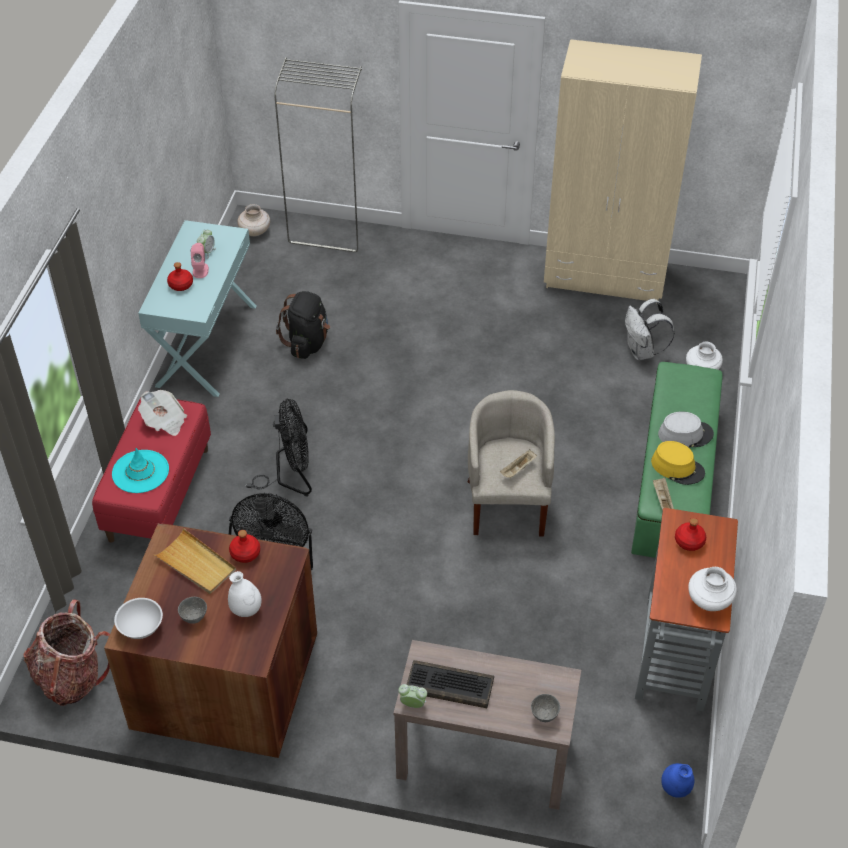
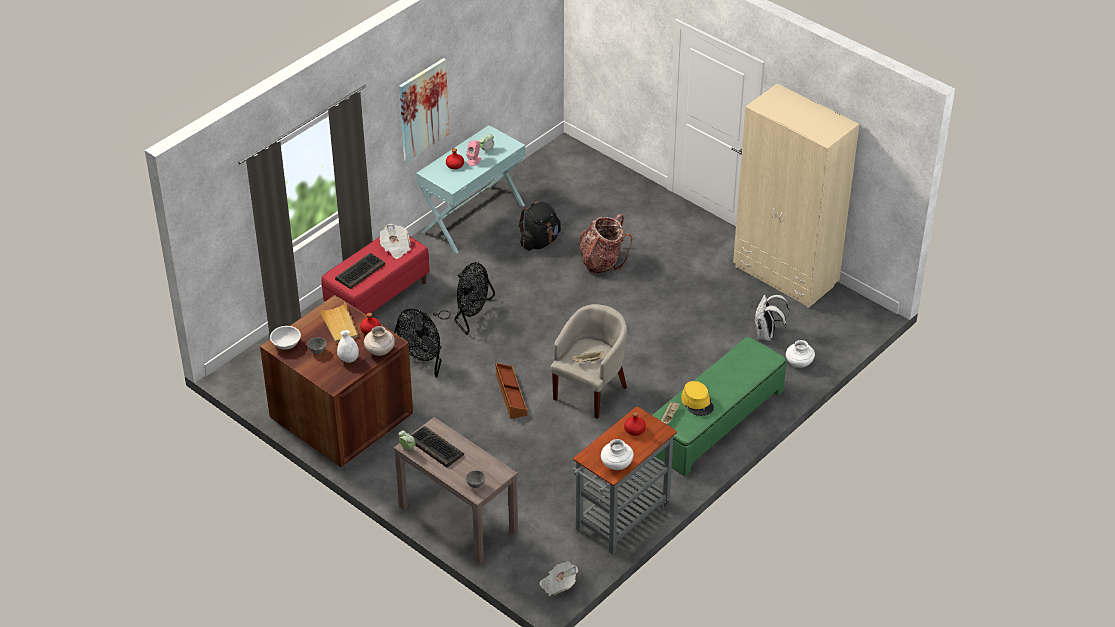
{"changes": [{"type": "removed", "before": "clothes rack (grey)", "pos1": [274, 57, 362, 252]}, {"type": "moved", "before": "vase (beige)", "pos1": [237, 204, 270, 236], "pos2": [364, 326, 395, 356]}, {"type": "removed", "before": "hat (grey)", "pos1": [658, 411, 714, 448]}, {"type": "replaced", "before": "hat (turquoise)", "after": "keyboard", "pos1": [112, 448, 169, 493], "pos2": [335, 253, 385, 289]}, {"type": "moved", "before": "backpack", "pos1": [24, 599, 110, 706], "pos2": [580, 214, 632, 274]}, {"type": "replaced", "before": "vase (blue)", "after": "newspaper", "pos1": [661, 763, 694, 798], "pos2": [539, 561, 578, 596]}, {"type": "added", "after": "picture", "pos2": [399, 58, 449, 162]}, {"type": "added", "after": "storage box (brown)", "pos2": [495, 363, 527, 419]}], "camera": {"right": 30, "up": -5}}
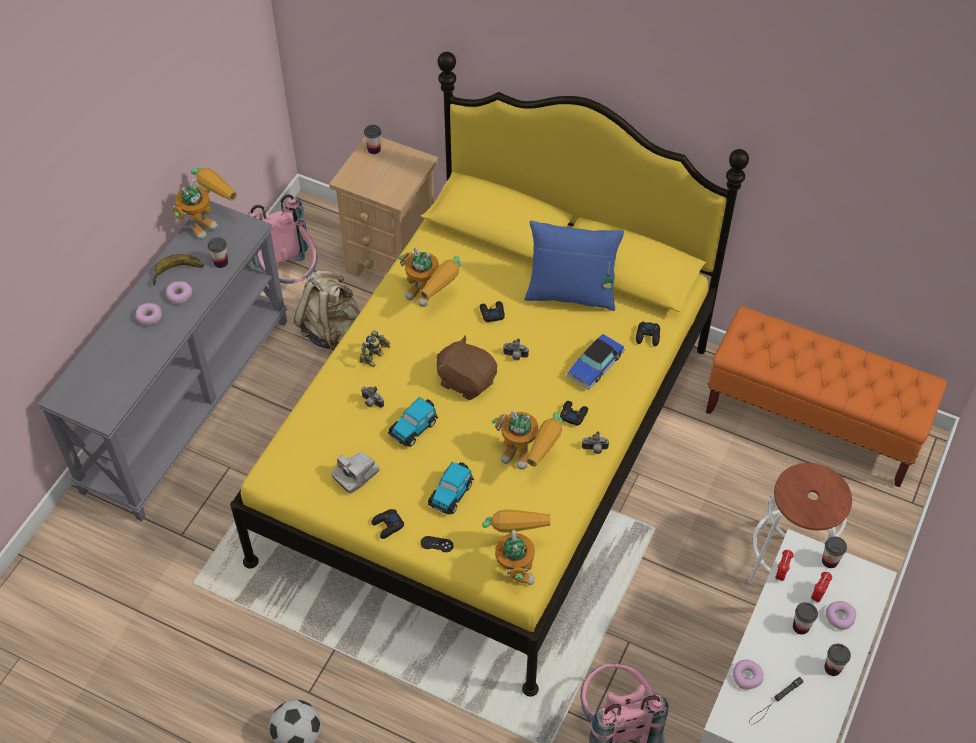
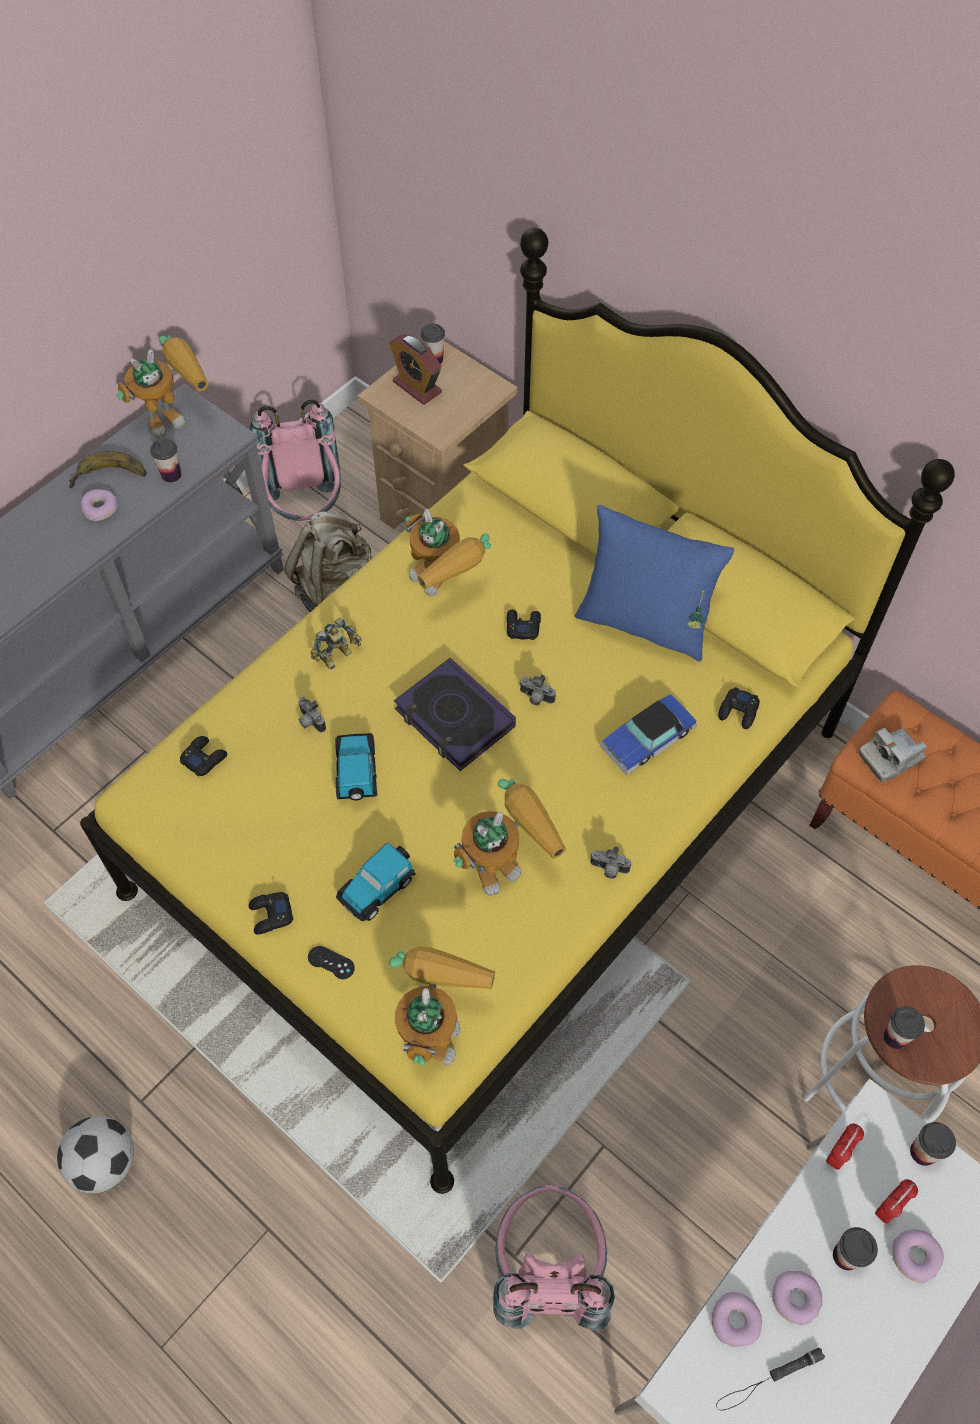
{"changes": [{"type": "moved", "before": "donut", "pos1": [136, 303, 162, 325], "pos2": [772, 1271, 822, 1325]}, {"type": "replaced", "before": "plush toy (brown)", "after": "book", "pos1": [437, 336, 497, 400], "pos2": [394, 658, 516, 771]}, {"type": "turned", "before": "toy car", "pos1": [388, 397, 438, 447], "pos2": [335, 733, 377, 801], "turn": 120}, {"type": "moved", "before": "game controller (black)", "pos1": [560, 401, 588, 426], "pos2": [180, 736, 227, 777]}, {"type": "turned", "before": "toy robot", "pos1": [492, 410, 563, 470], "pos2": [454, 779, 566, 896], "turn": -75}, {"type": "moved", "before": "photo camera", "pos1": [331, 452, 380, 494], "pos2": [859, 728, 927, 782]}, {"type": "moved", "before": "cup", "pos1": [824, 644, 851, 676], "pos2": [883, 1006, 925, 1049]}, {"type": "added", "after": "alarm clock", "pos2": [389, 334, 442, 405]}], "camera": {"right": 15, "up": 5}}
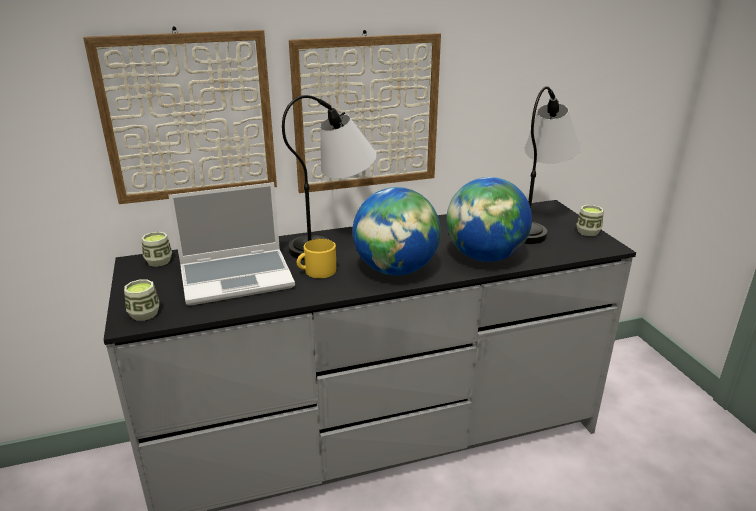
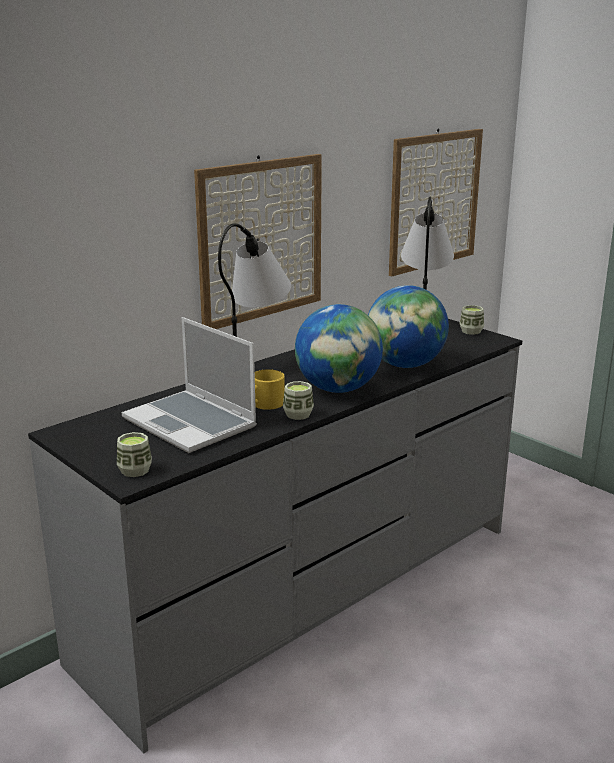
{"changes": [{"type": "moved", "before": "picture", "pos1": [83, 26, 277, 204], "pos2": [389, 129, 483, 277]}, {"type": "turned", "before": "laptop", "pos1": [169, 182, 295, 306], "pos2": [122, 317, 257, 453], "turn": 90}, {"type": "moved", "before": "cup", "pos1": [142, 232, 172, 267], "pos2": [283, 381, 314, 420]}], "camera": {"right": -25, "up": -5}}
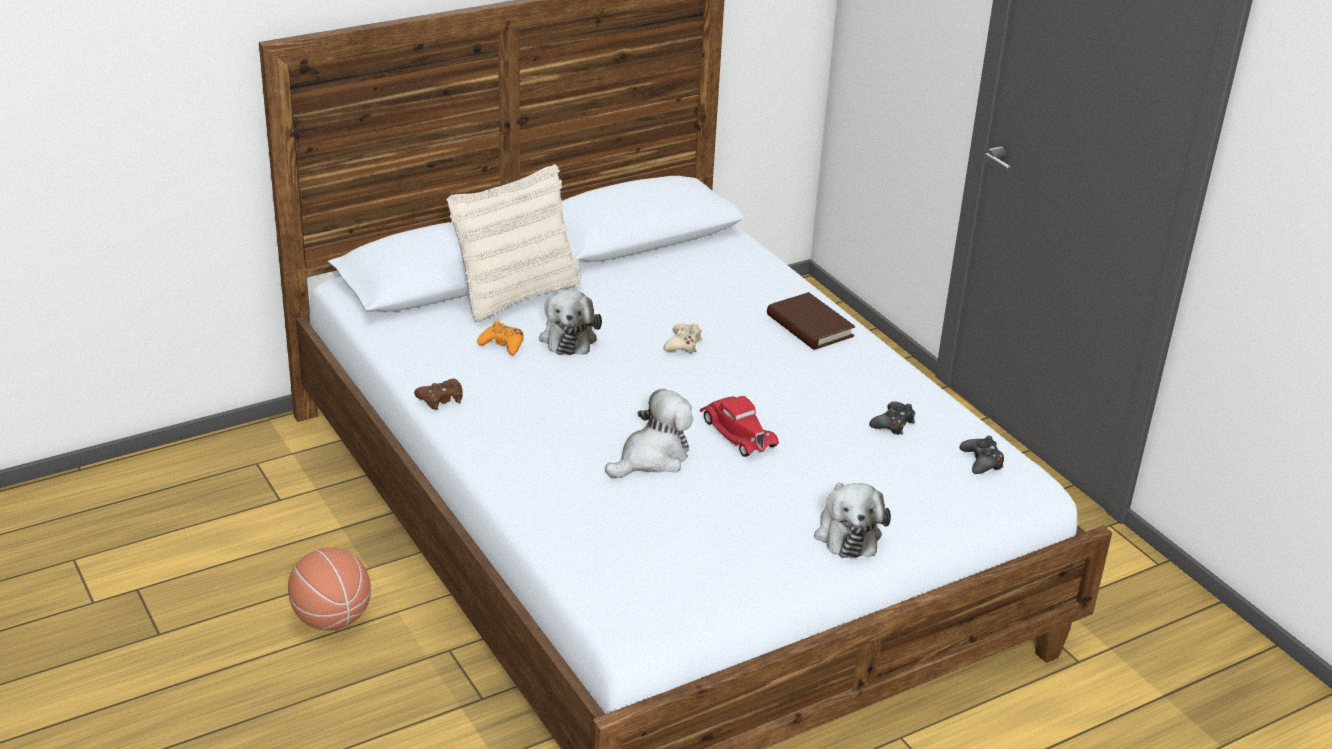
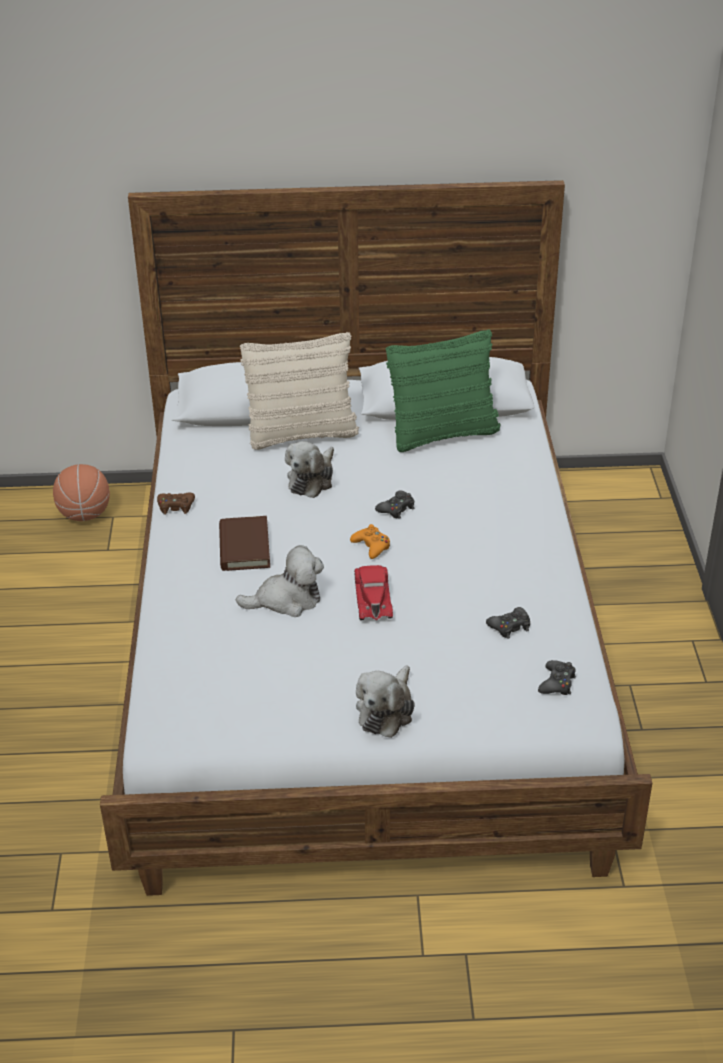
{"changes": [{"type": "moved", "before": "book (brown)", "pos1": [767, 292, 855, 350], "pos2": [219, 516, 270, 571]}, {"type": "moved", "before": "game controller (orange)", "pos1": [477, 321, 524, 355], "pos2": [350, 524, 390, 559]}, {"type": "recoloured", "before": "game controller (beige)", "after": "game controller (black)", "pos1": [664, 323, 702, 353], "pos2": [375, 490, 414, 519]}, {"type": "moved", "before": "basketball", "pos1": [288, 547, 371, 630], "pos2": [53, 464, 110, 521]}, {"type": "added", "after": "pillow (green)", "pos2": [385, 329, 501, 452]}], "camera": {"right": 30, "up": 5}}
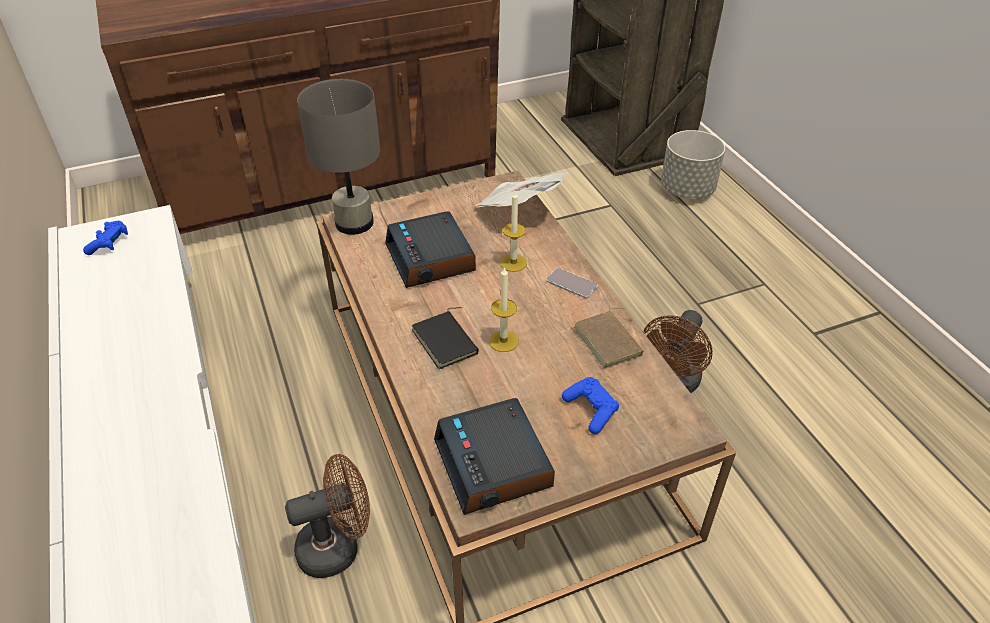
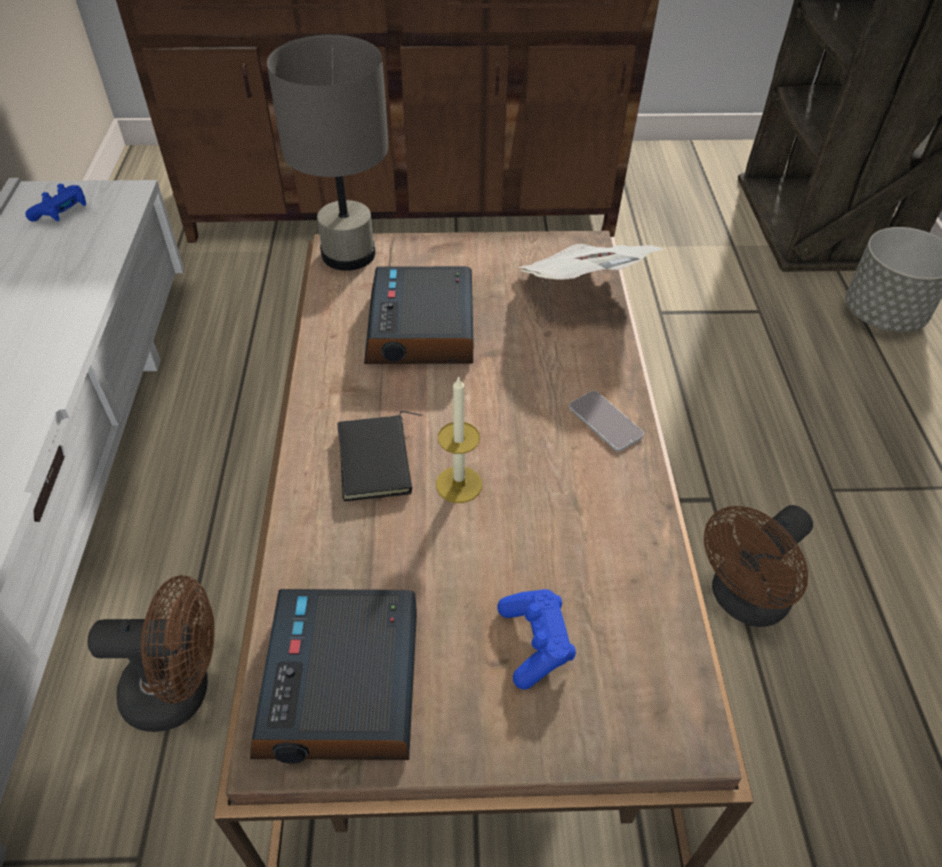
{"changes": [{"type": "removed", "before": "candle", "pos1": [500, 191, 527, 272]}, {"type": "removed", "before": "book (brown)", "pos1": [574, 308, 644, 368]}], "camera": {"right": 20, "up": 5}}
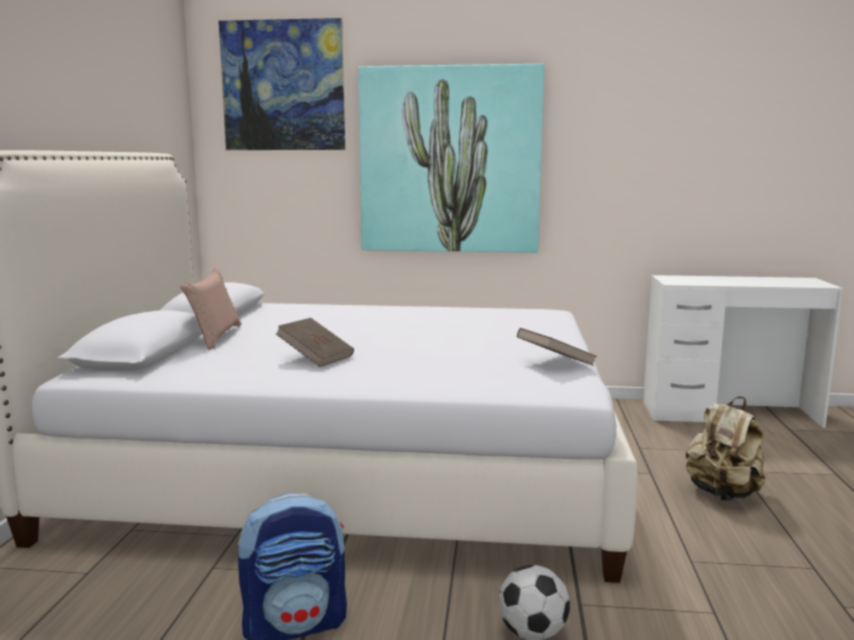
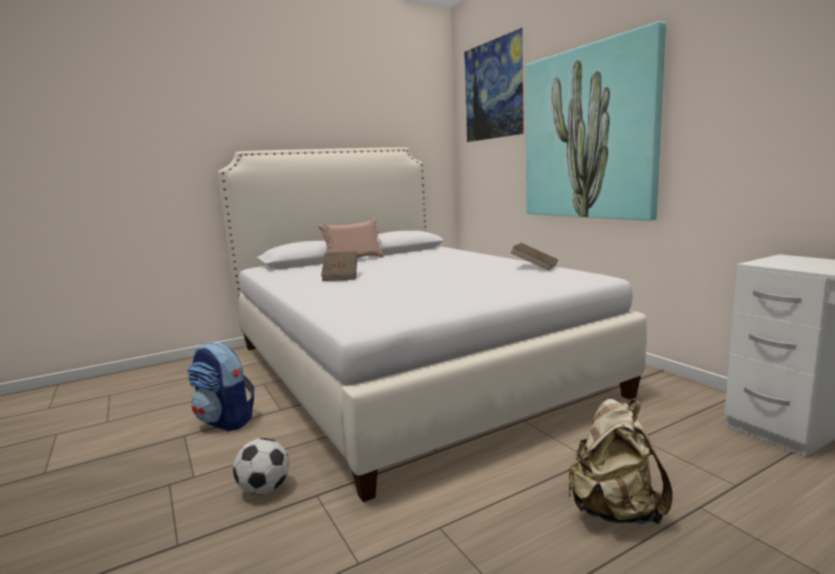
{"changes": [{"type": "moved", "before": "book (brown)", "pos1": [517, 328, 597, 366], "pos2": [510, 243, 558, 271]}], "camera": {"right": 55, "up": 0}}
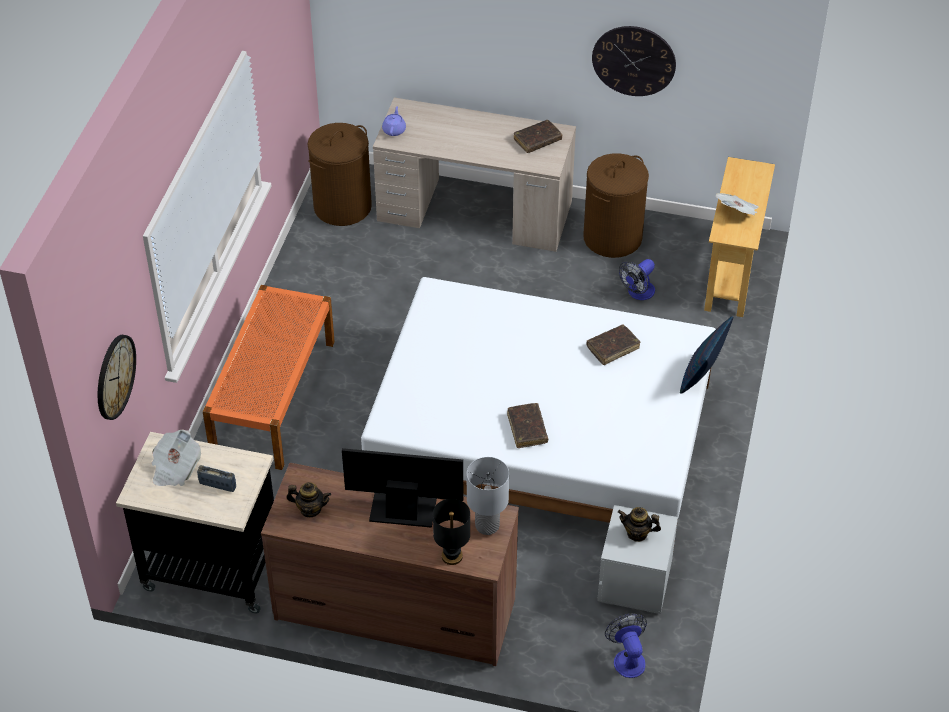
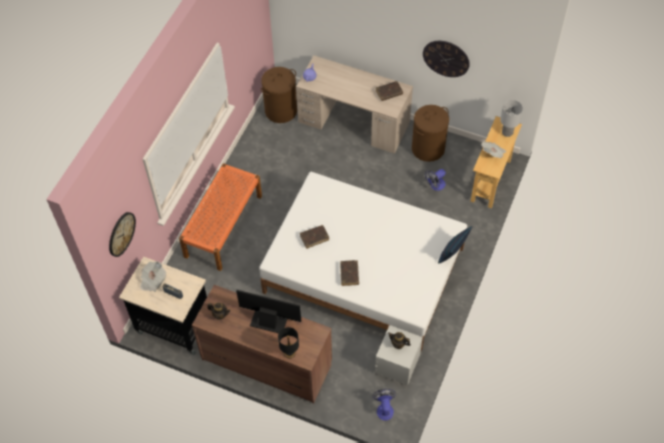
{"changes": [{"type": "moved", "before": "book (brown)", "pos1": [587, 325, 640, 365], "pos2": [300, 225, 329, 249]}, {"type": "moved", "before": "table lamp (grey)", "pos1": [467, 457, 509, 535], "pos2": [500, 100, 523, 137]}], "camera": {"right": 10, "up": 10}}
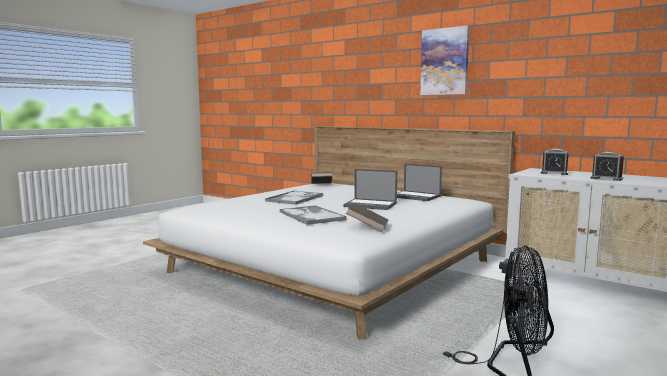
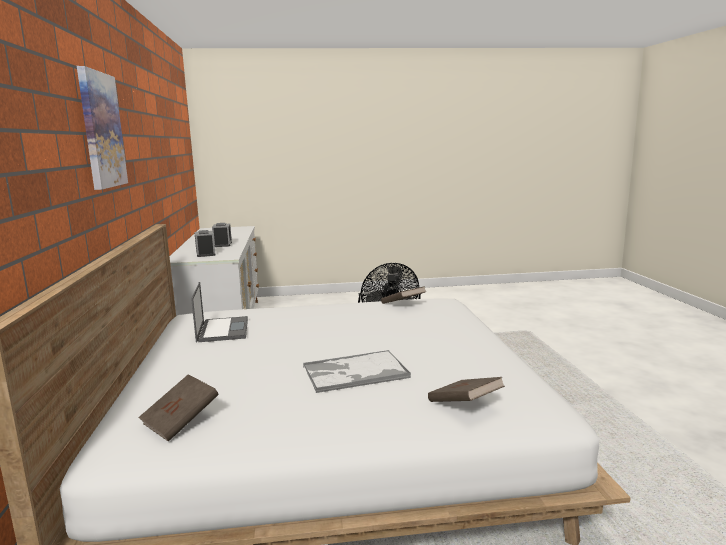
{"changes": [{"type": "removed", "before": "laptop", "pos1": [343, 169, 397, 210]}, {"type": "removed", "before": "tray", "pos1": [279, 205, 347, 225]}, {"type": "added", "after": "book (brown)", "pos2": [428, 377, 505, 402]}], "camera": {"right": -135, "up": 5}}
